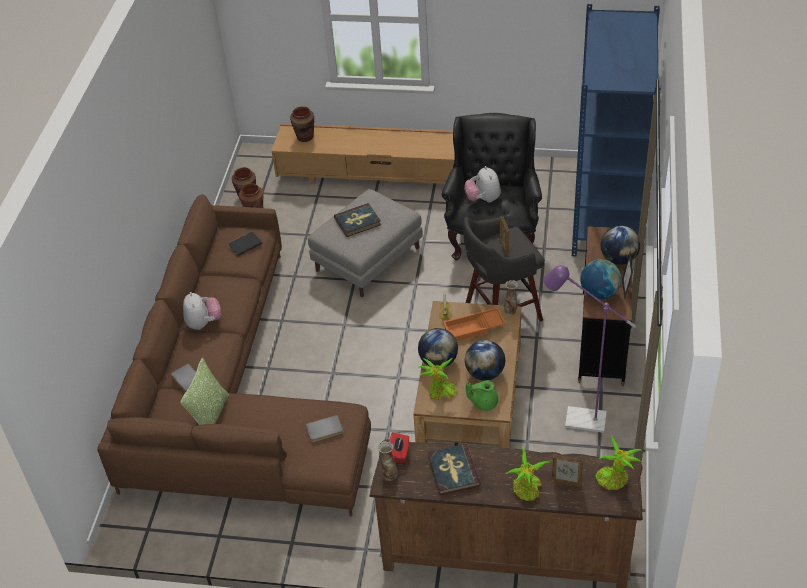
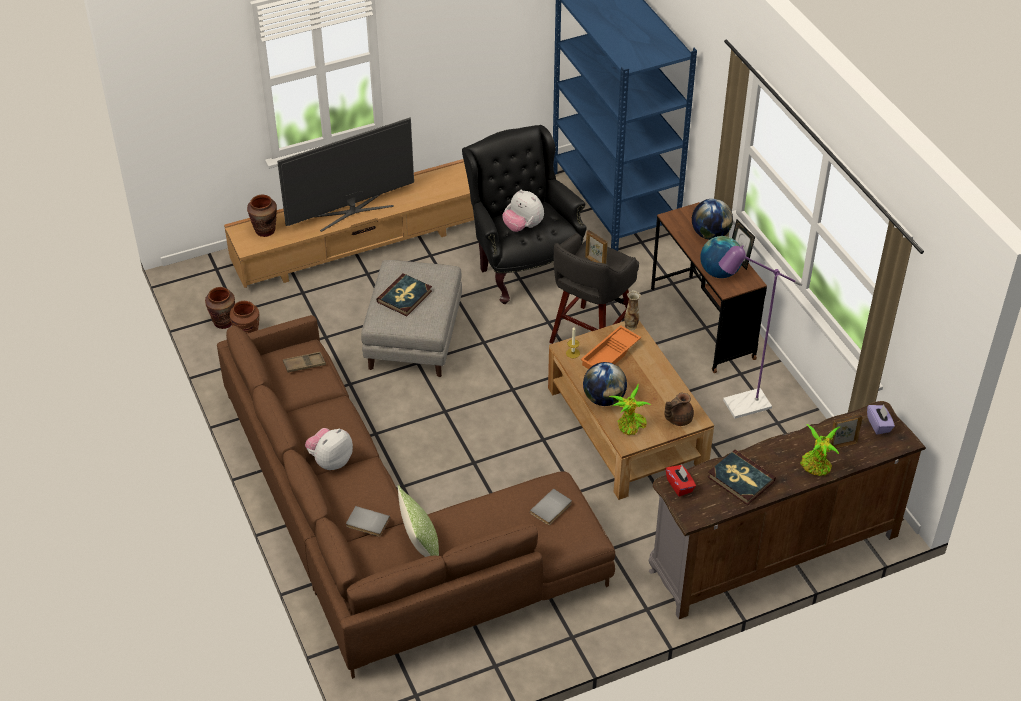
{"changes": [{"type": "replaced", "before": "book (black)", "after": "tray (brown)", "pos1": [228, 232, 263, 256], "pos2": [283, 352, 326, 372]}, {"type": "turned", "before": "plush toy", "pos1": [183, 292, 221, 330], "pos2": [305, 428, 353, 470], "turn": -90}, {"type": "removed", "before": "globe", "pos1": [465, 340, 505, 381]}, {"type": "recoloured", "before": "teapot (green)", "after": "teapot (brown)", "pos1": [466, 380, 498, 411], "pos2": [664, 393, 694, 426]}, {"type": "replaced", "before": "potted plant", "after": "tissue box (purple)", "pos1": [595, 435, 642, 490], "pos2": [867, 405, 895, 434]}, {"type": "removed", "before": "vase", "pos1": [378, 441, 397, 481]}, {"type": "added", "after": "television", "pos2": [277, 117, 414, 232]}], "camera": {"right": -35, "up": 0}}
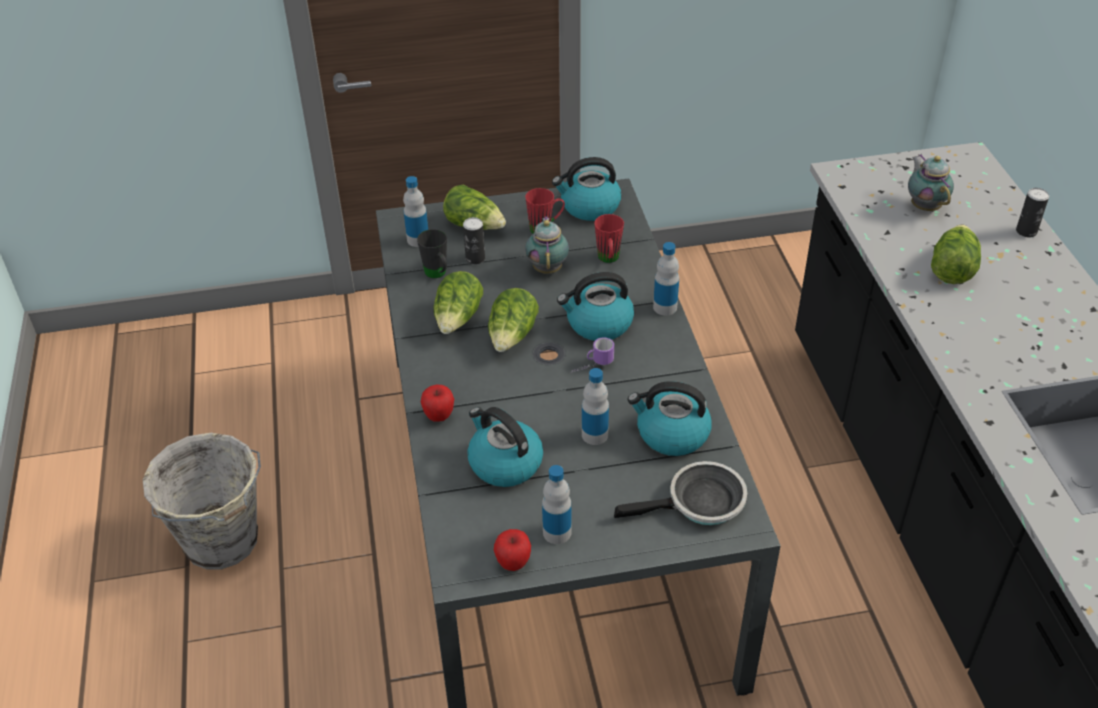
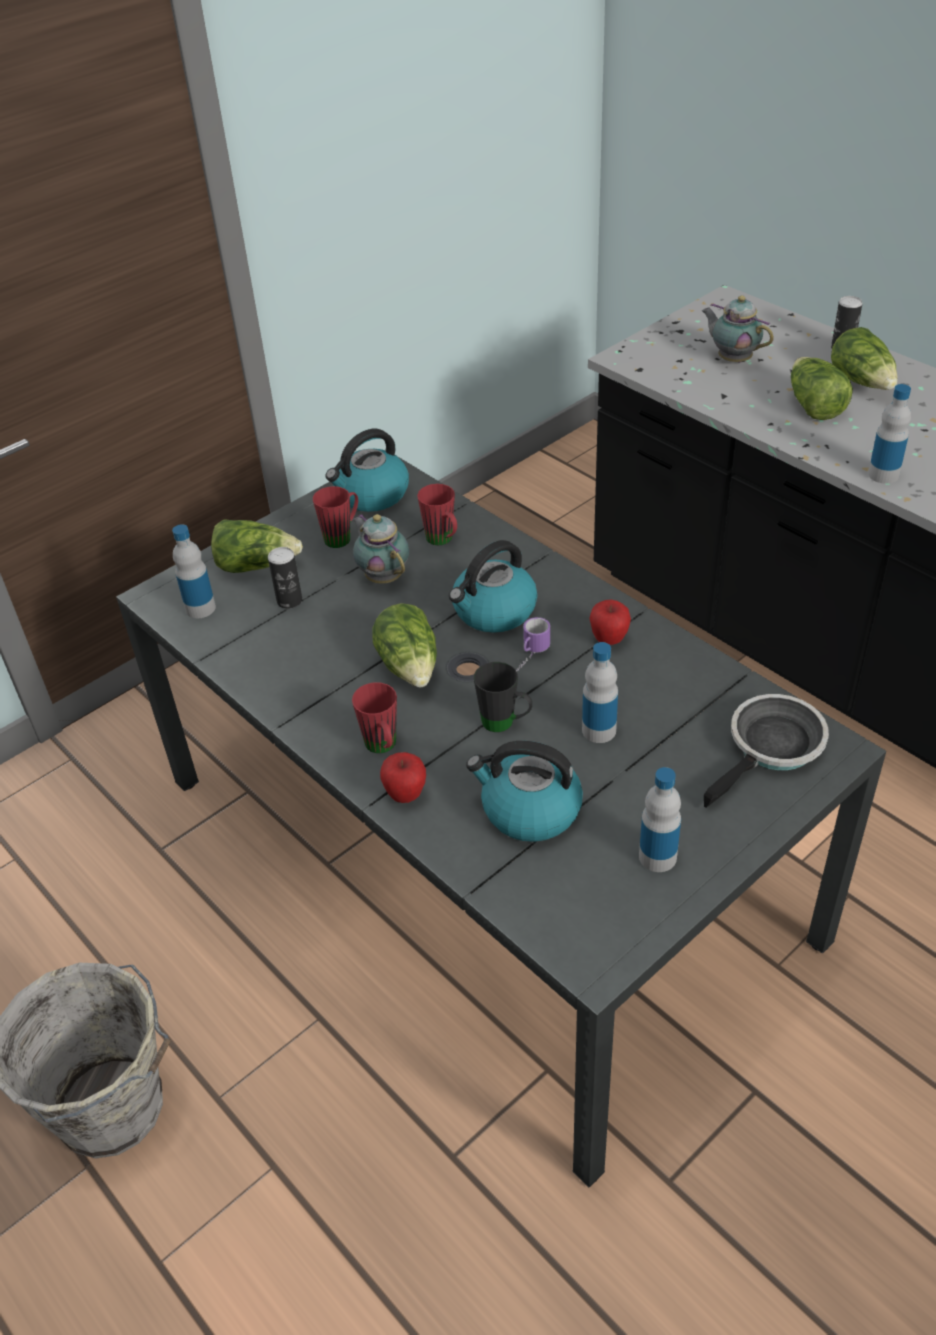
{"changes": [{"type": "moved", "before": "mug (black)", "pos1": [417, 229, 447, 278], "pos2": [474, 662, 532, 732]}, {"type": "moved", "before": "bottle", "pos1": [653, 242, 679, 316], "pos2": [868, 384, 911, 484]}, {"type": "moved", "before": "lettuce", "pos1": [433, 271, 483, 334], "pos2": [831, 327, 898, 390]}, {"type": "removed", "before": "kettle", "pos1": [628, 381, 712, 456]}, {"type": "moved", "before": "apple", "pos1": [494, 529, 531, 571], "pos2": [589, 599, 631, 645]}, {"type": "added", "after": "mug (red)", "pos2": [352, 682, 397, 753]}], "camera": {"right": -30, "up": 0}}
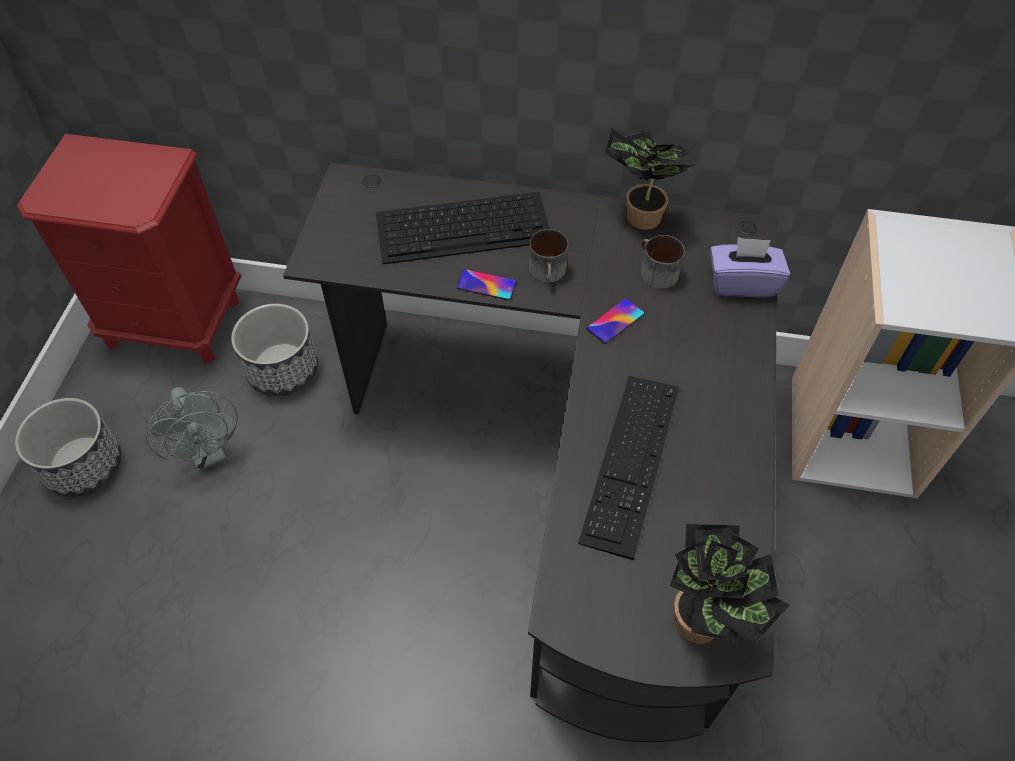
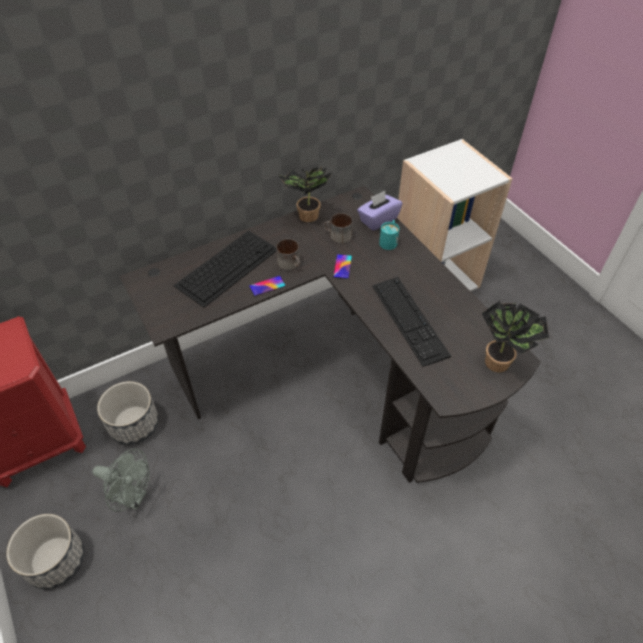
{"changes": [{"type": "added", "after": "mug (turquoise)", "pos2": [379, 220, 399, 250]}], "camera": {"right": -40, "up": -5}}
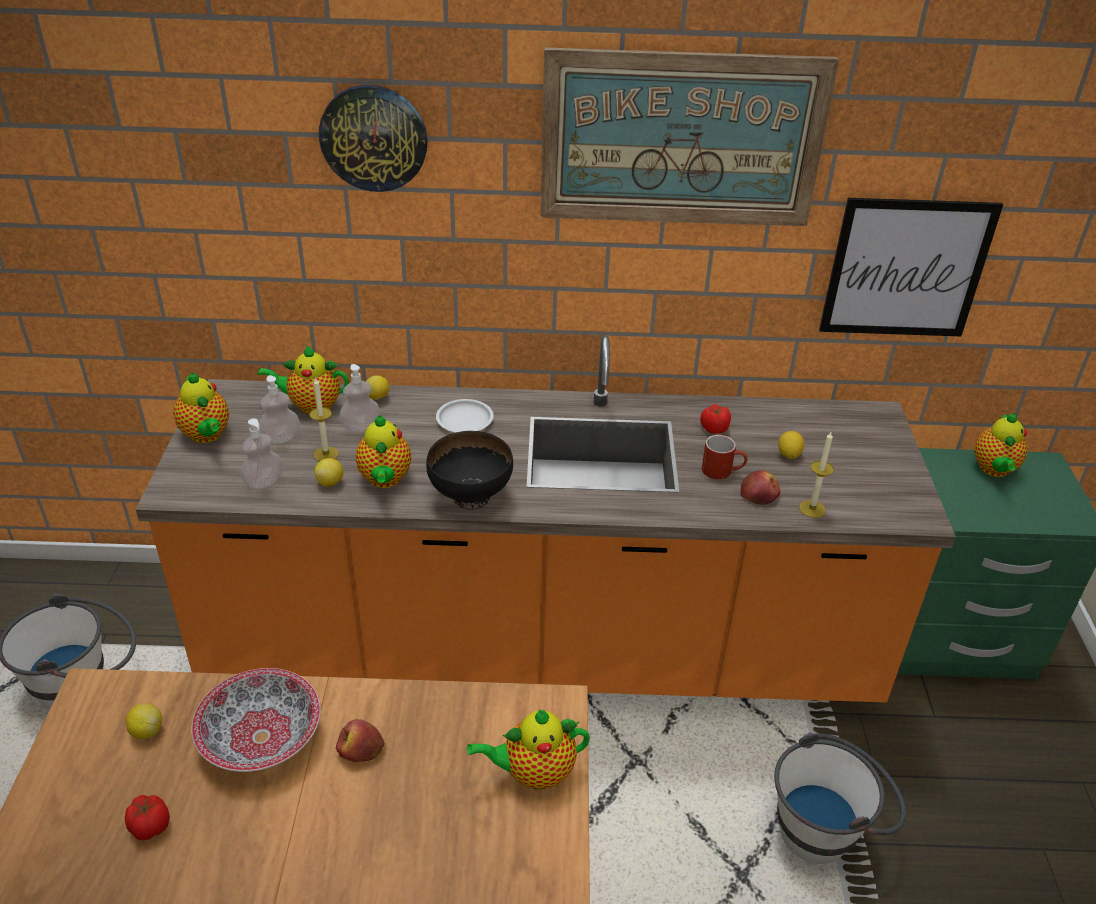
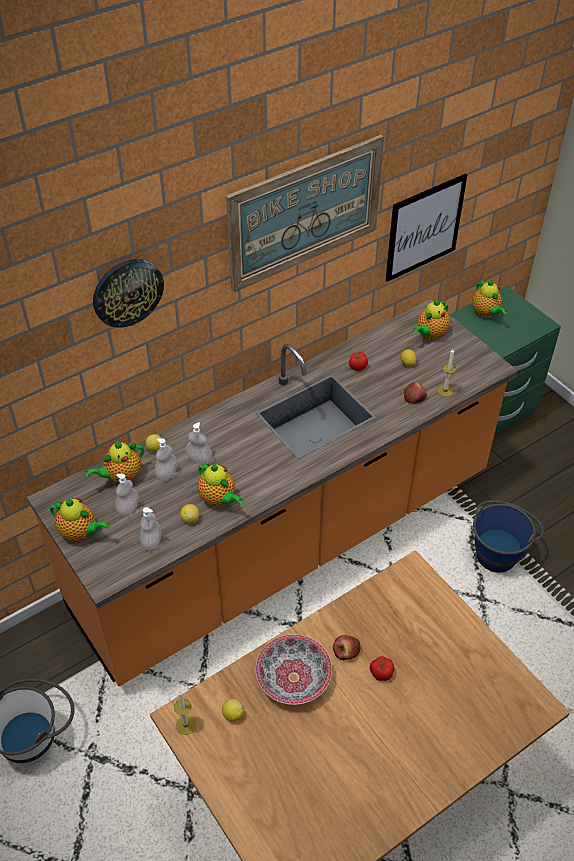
{"changes": [{"type": "moved", "before": "candle", "pos1": [309, 378, 339, 461], "pos2": [174, 691, 196, 735]}, {"type": "removed", "before": "plate (white)", "pos1": [436, 399, 494, 432]}, {"type": "removed", "before": "bowl (black)", "pos1": [426, 431, 513, 510]}, {"type": "removed", "before": "mug (red)", "pos1": [702, 435, 748, 479]}, {"type": "moved", "before": "teapot", "pos1": [467, 709, 590, 790], "pos2": [413, 299, 450, 340]}, {"type": "recoloured", "before": "bucket (white)", "after": "bucket (blue)", "pos1": [774, 733, 906, 864], "pos2": [473, 500, 544, 573]}, {"type": "moved", "before": "tomato", "pos1": [125, 795, 170, 840], "pos2": [370, 656, 395, 681]}, {"type": "added", "after": "soap dispenser", "pos2": [186, 422, 212, 464]}], "camera": {"right": -35, "up": 10}}
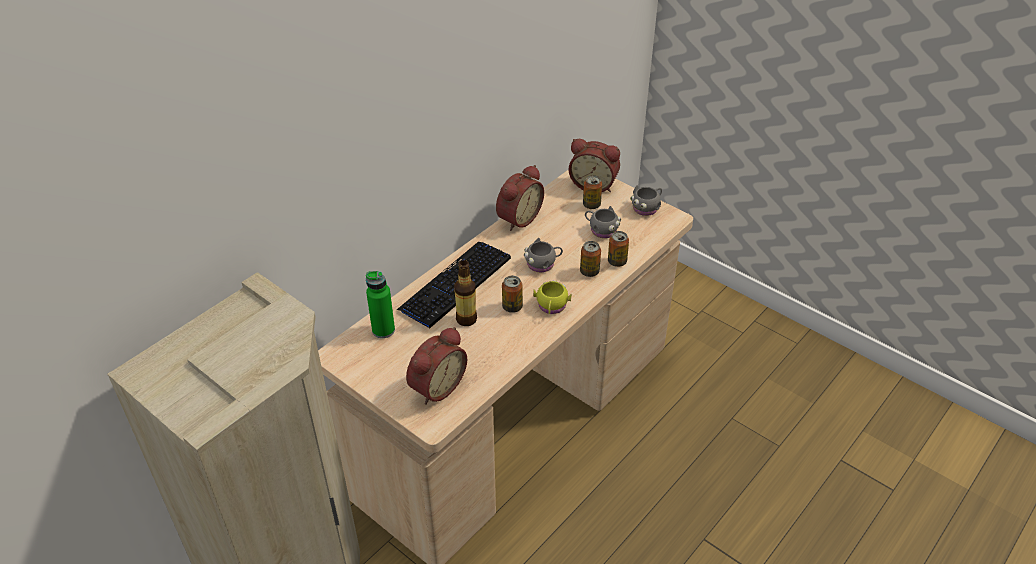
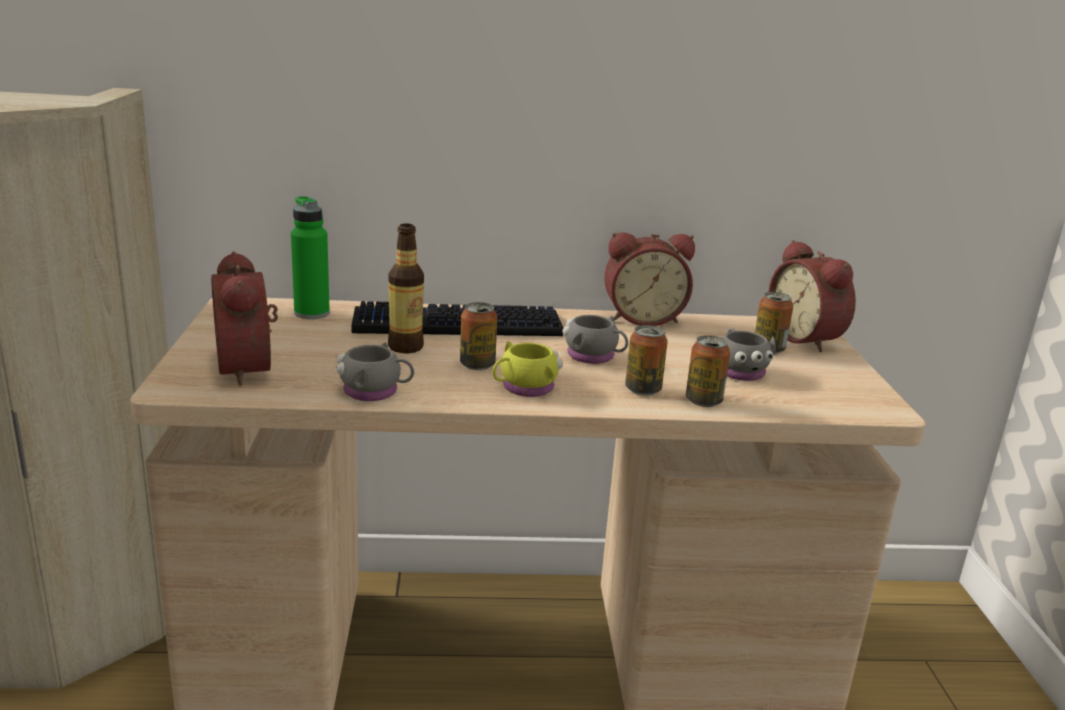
{"changes": [{"type": "moved", "before": "mug (grey)", "pos1": [630, 185, 662, 216], "pos2": [336, 343, 414, 401]}, {"type": "turned", "before": "alarm clock", "pos1": [406, 327, 467, 405], "pos2": [211, 251, 278, 386], "turn": 75}], "camera": {"right": 45, "up": -20}}
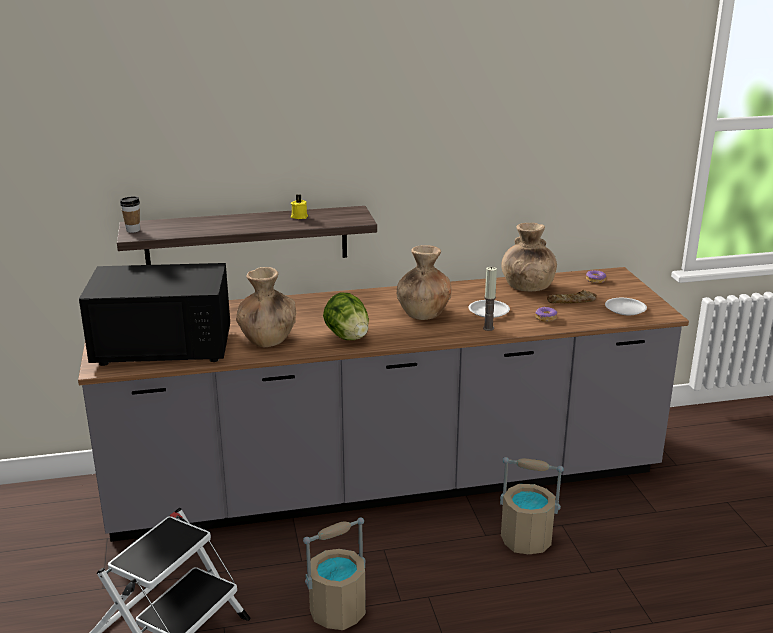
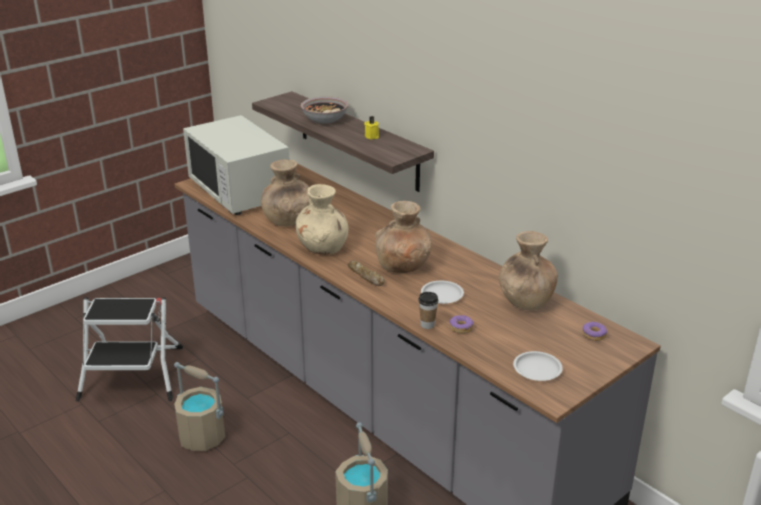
{"changes": [{"type": "moved", "before": "cup", "pos1": [120, 196, 140, 233], "pos2": [418, 292, 438, 329]}, {"type": "recoloured", "before": "microwave (black)", "after": "microwave (white)", "pos1": [79, 263, 230, 366], "pos2": [183, 115, 289, 215]}, {"type": "removed", "before": "candle", "pos1": [483, 267, 497, 331]}, {"type": "moved", "before": "bread", "pos1": [547, 290, 597, 303], "pos2": [348, 260, 385, 286]}, {"type": "replaced", "before": "lettuce", "after": "vase (beige)", "pos1": [323, 293, 369, 340], "pos2": [295, 184, 348, 255]}, {"type": "added", "after": "bowl", "pos2": [301, 96, 348, 124]}], "camera": {"right": 60, "up": 5}}
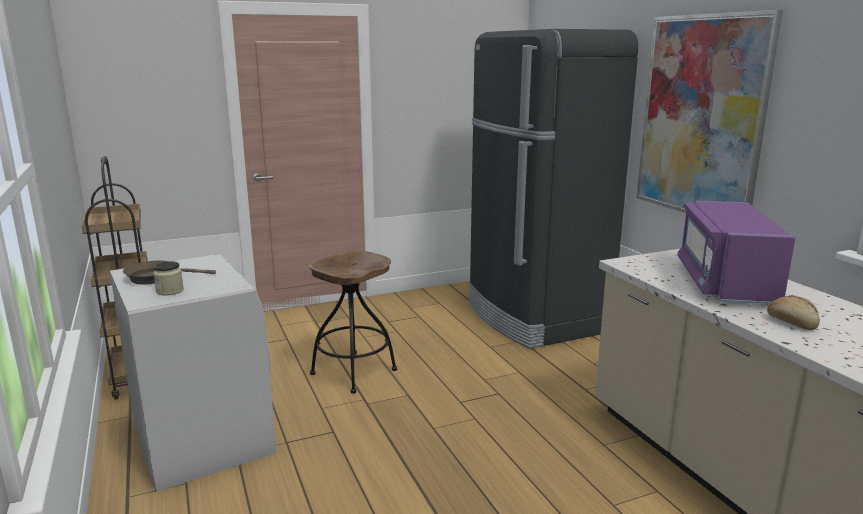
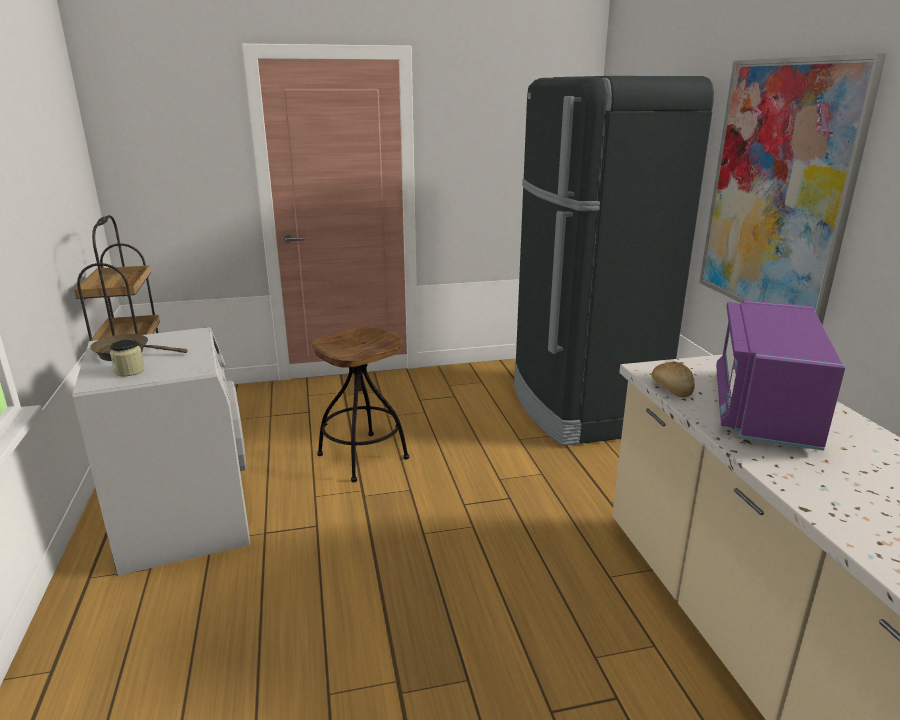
{"changes": [{"type": "moved", "before": "bread", "pos1": [767, 295, 820, 330], "pos2": [652, 361, 695, 398]}], "camera": {"right": 10, "up": 5}}
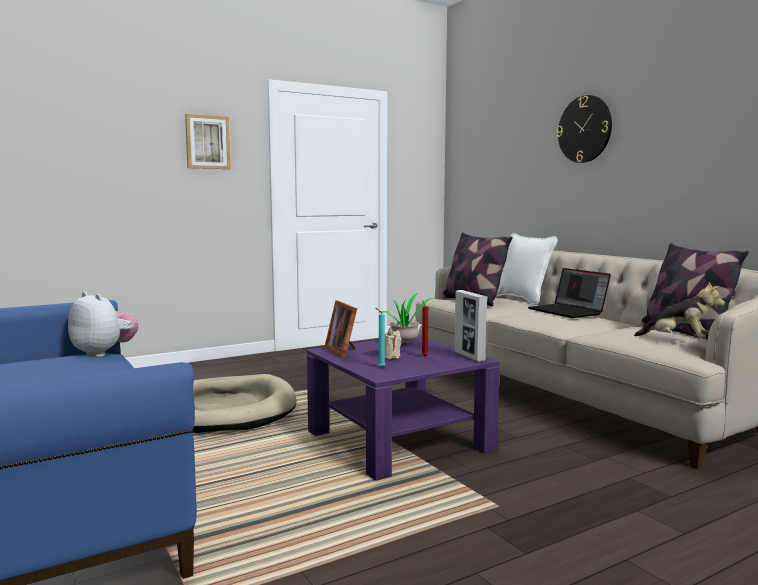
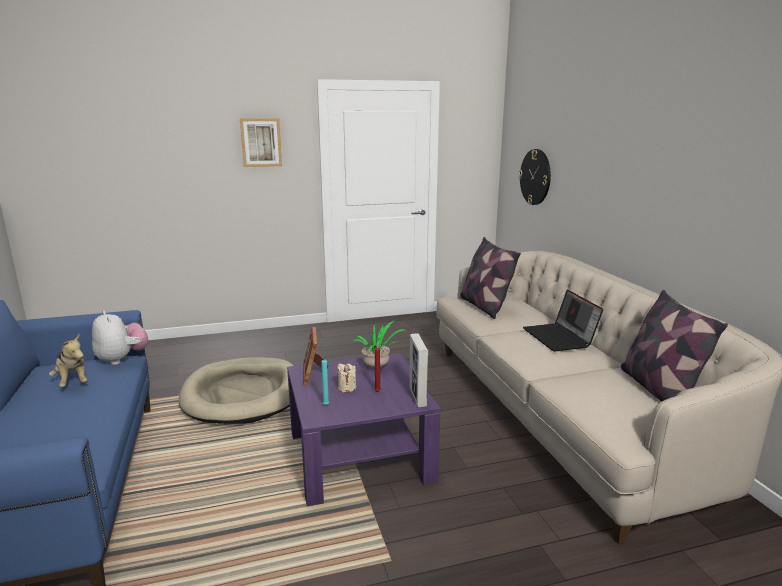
{"changes": [{"type": "moved", "before": "wall clock", "pos1": [557, 95, 612, 163], "pos2": [518, 149, 551, 205]}, {"type": "removed", "before": "pillow (white)", "pos1": [496, 233, 558, 305]}, {"type": "moved", "before": "plush toy", "pos1": [634, 282, 725, 338], "pos2": [49, 334, 88, 387]}], "camera": {"right": 15, "up": 10}}
